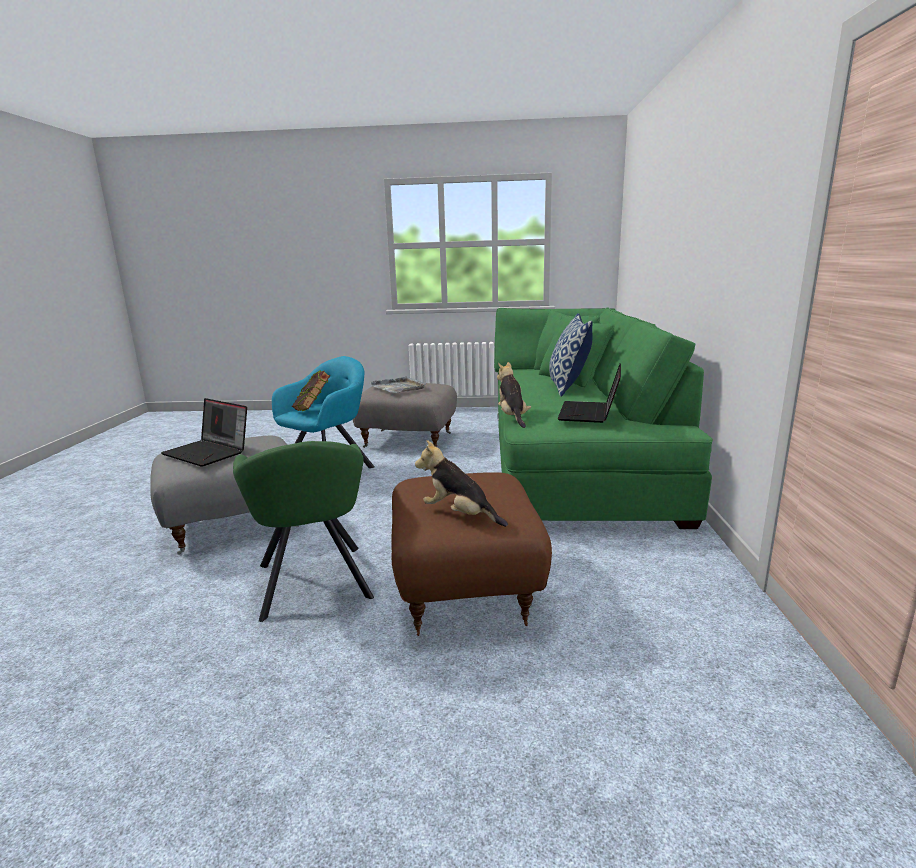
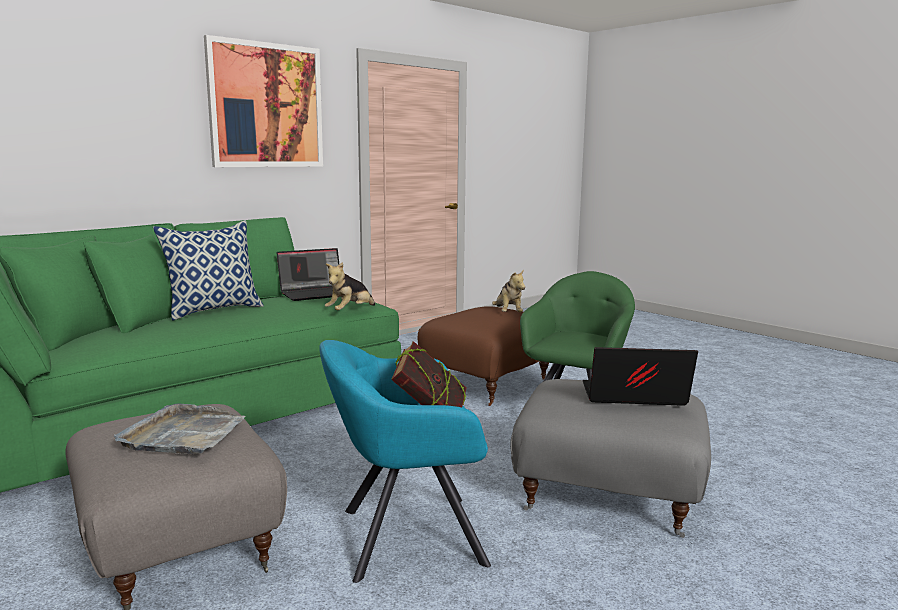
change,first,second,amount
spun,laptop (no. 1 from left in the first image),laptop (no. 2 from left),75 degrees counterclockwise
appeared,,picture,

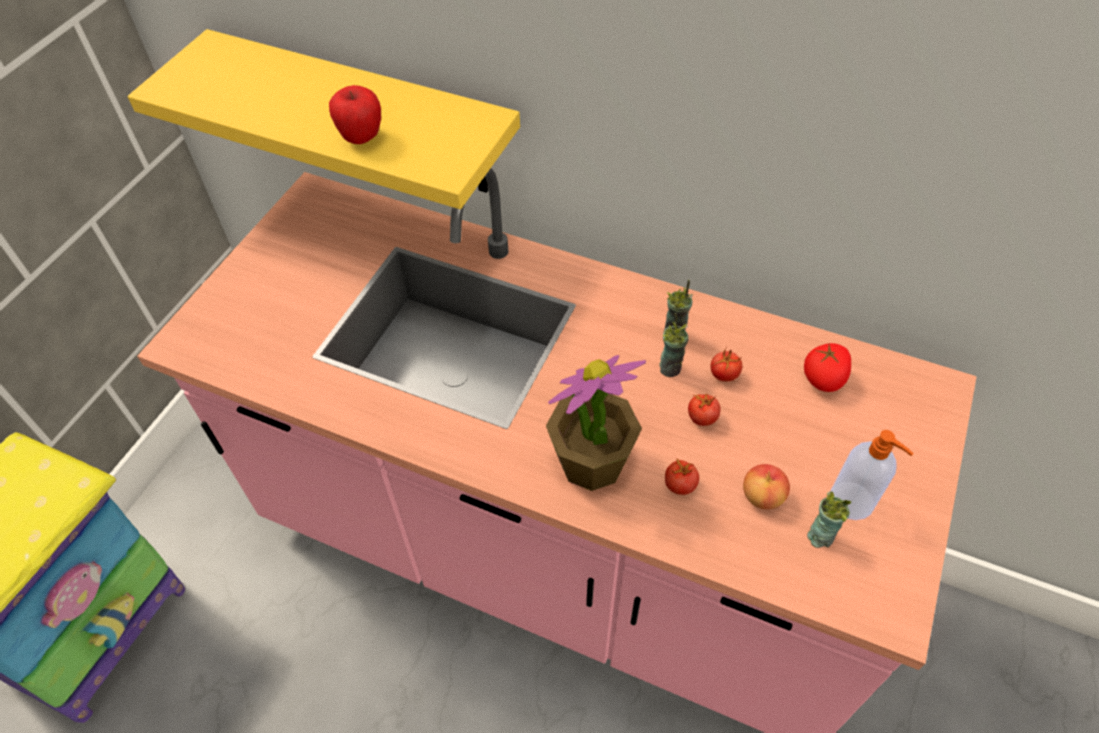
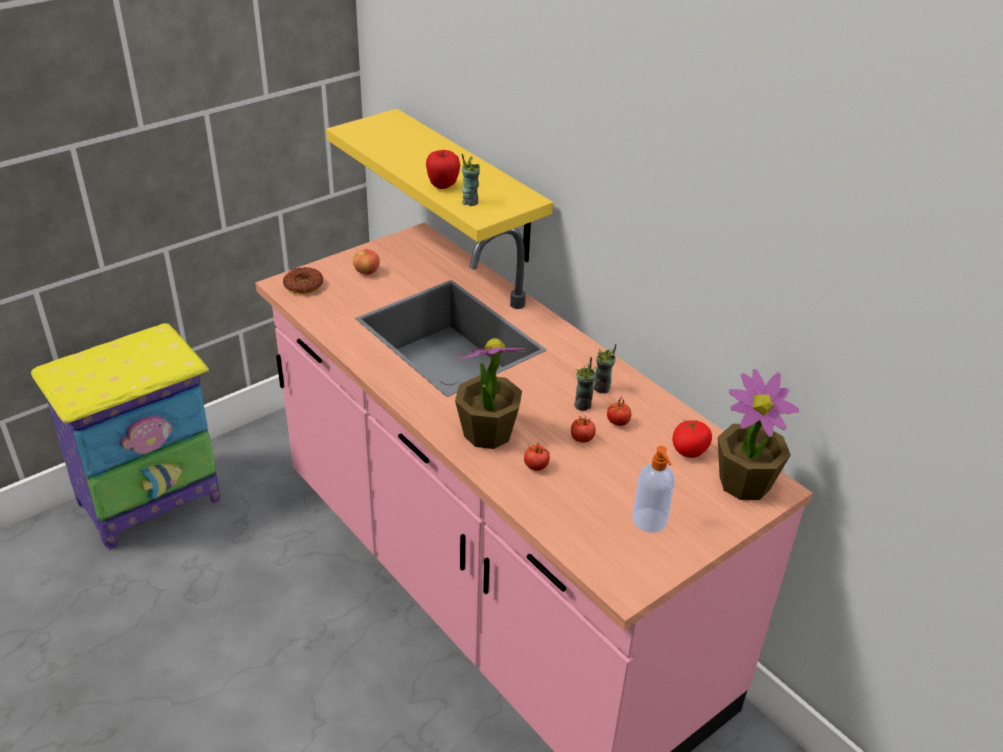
change,first,second,amount
relocated,apple (no. 2 from left in the first image),apple (no. 1 from left),
relocated,cup (no. 3 from left in the first image),cup (no. 1 from left),
appeared,,donut,
appeared,,potted plant (no. 2 from left),

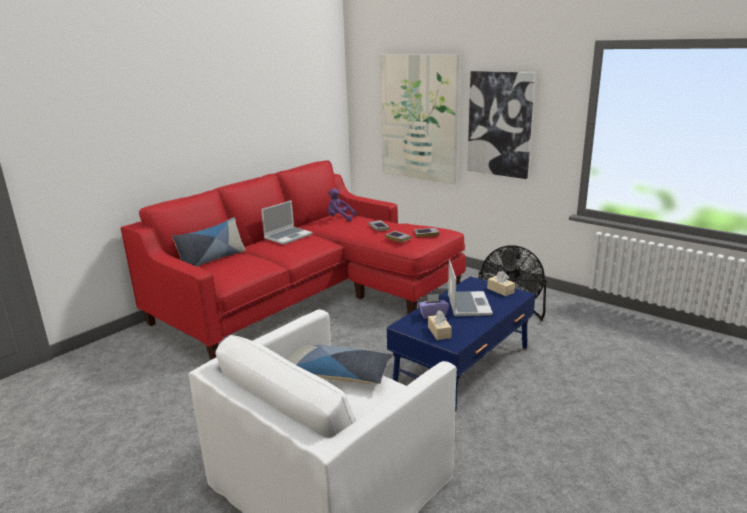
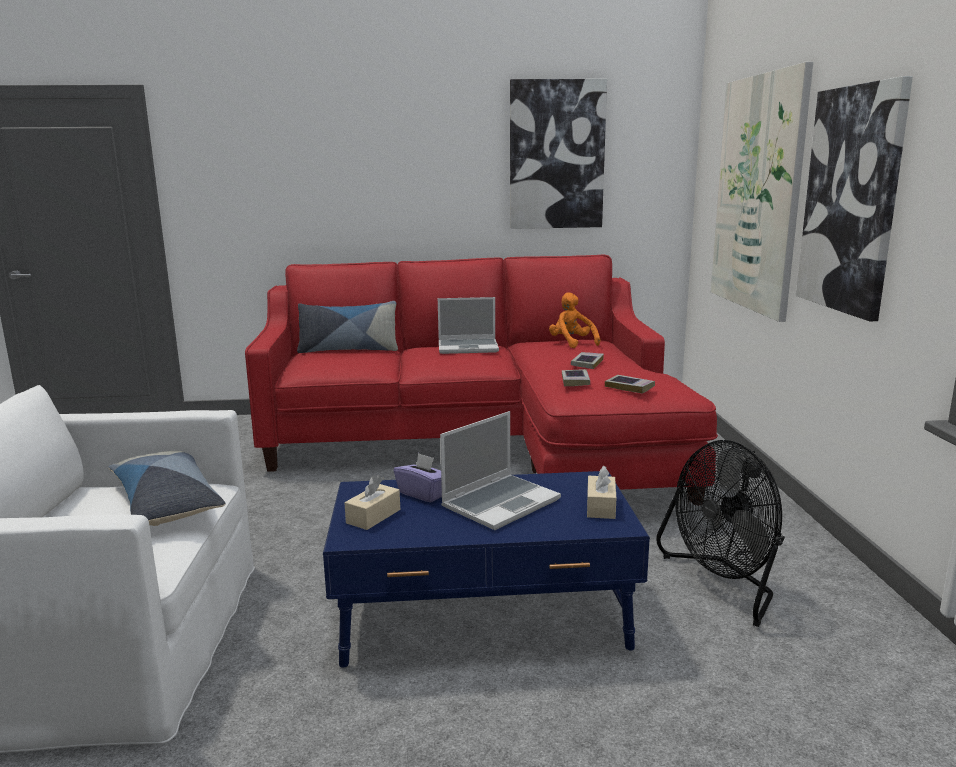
change,first,second,amount
colour,purple plush toy,orange plush toy,
appeared,,picture (no. 1 from left),

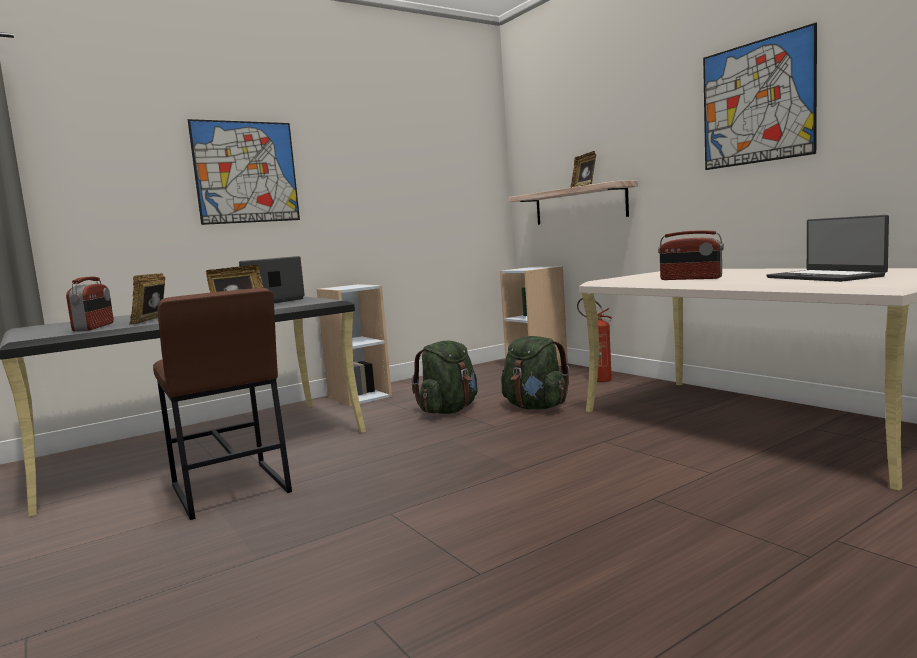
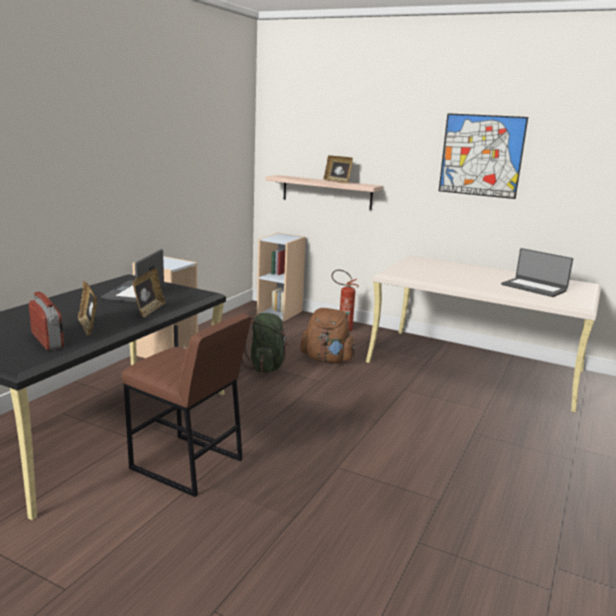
change,first,second,amount
missing,picture (no. 1 from left),,
colour,green backpack (no. 2 from left),brown backpack,
missing,radio (no. 2 from left),,

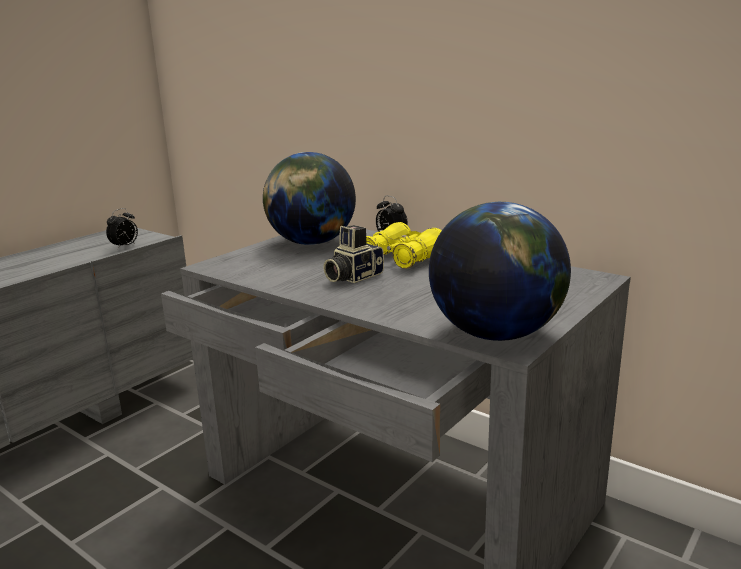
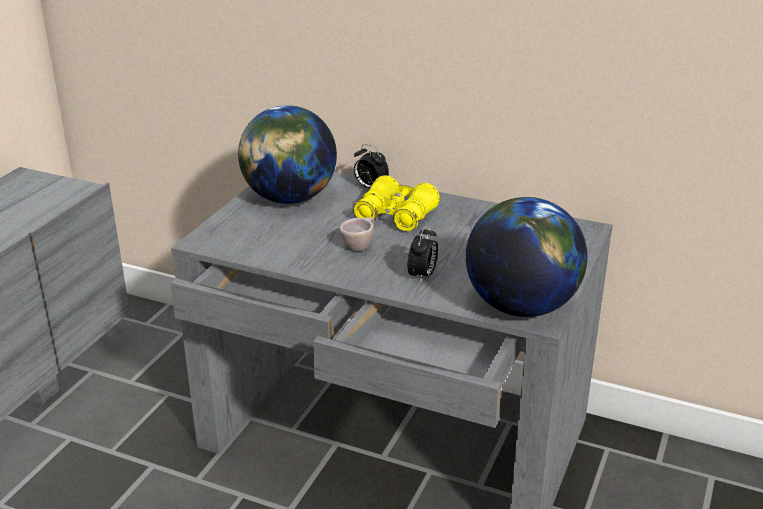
change,first,second,amount
relocated,alarm clock (no. 1 from left in the first image),alarm clock (no. 2 from left),
exchanged,photo camera,beige cup,

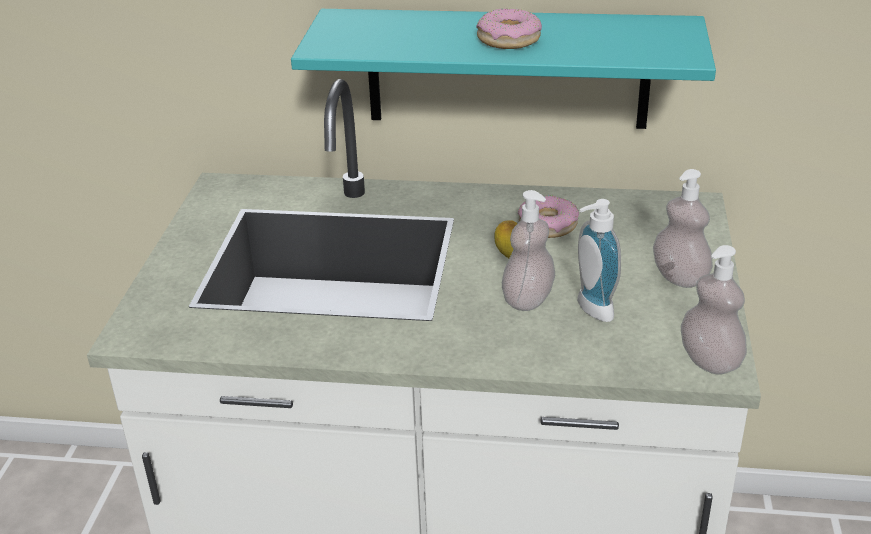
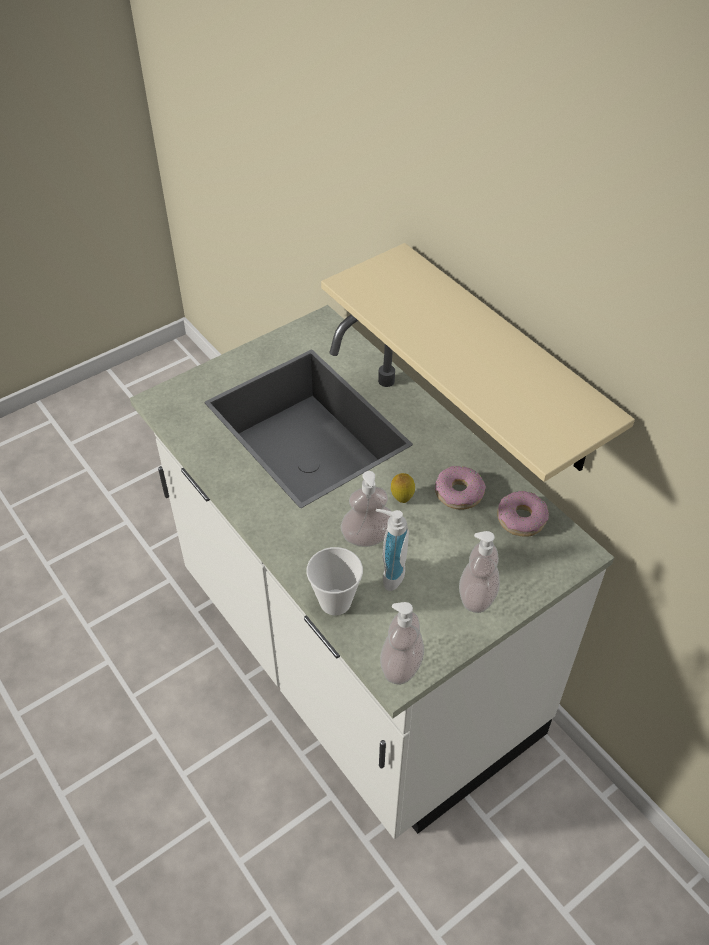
change,first,second,amount
colour,turquoise shelf,beige shelf,
relocated,donut (no. 1 from left in the first image),donut (no. 2 from left),
appeared,,cup,

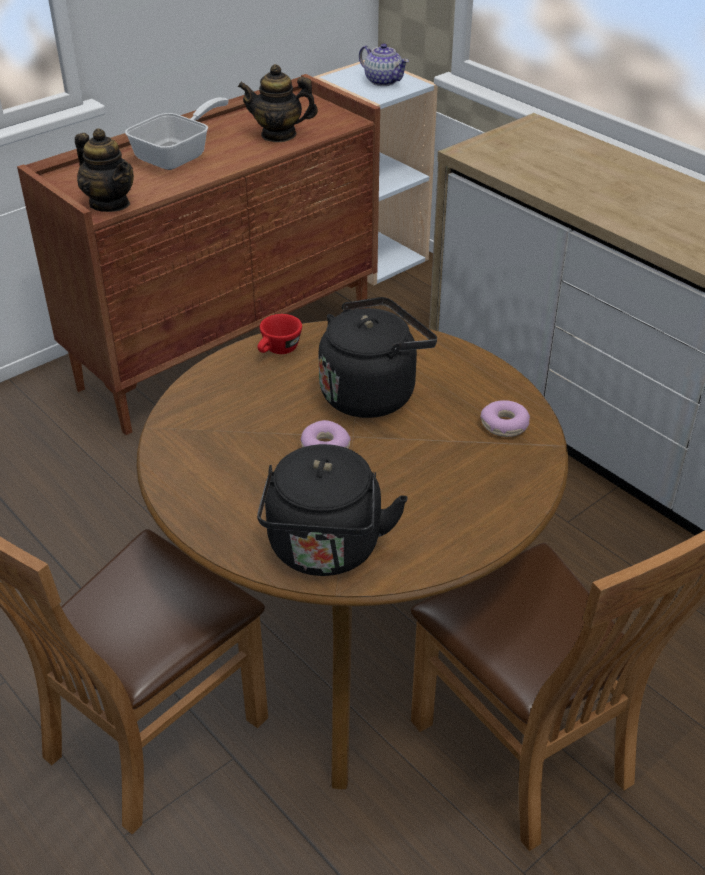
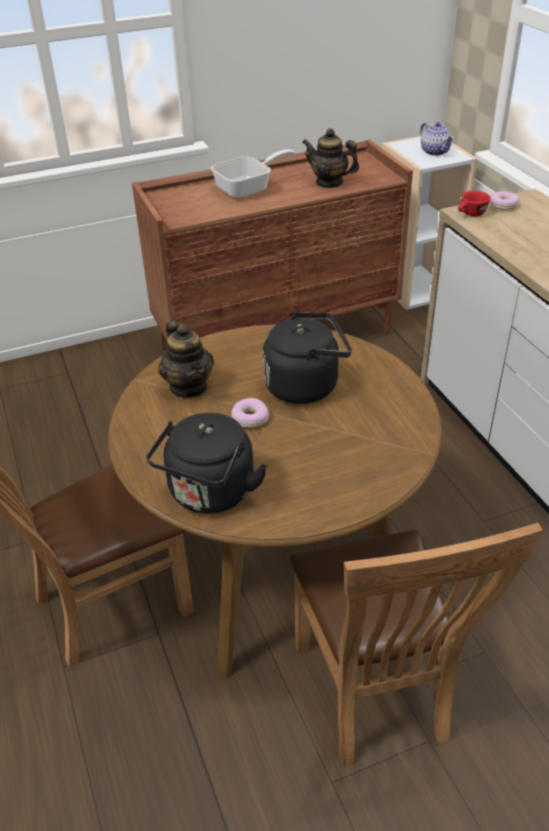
change,first,second,amount
relocated,teapot (no. 1 from left),,
relocated,red cup,,
relocated,donut (no. 2 from left),,

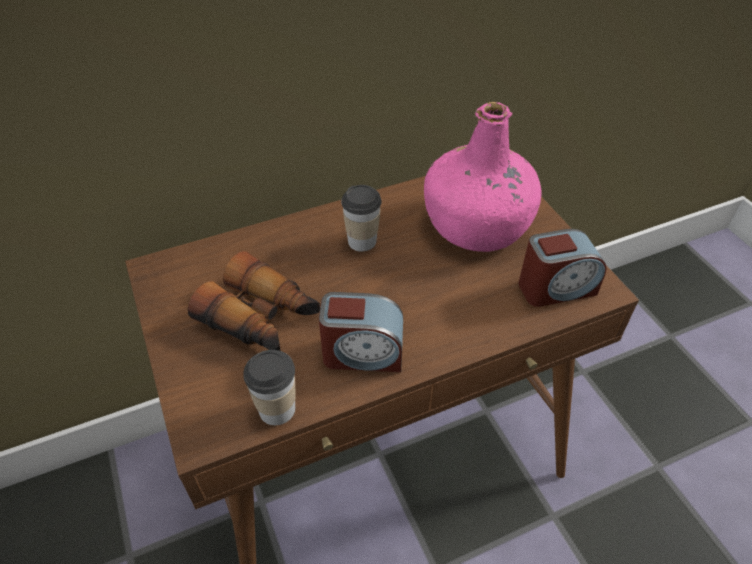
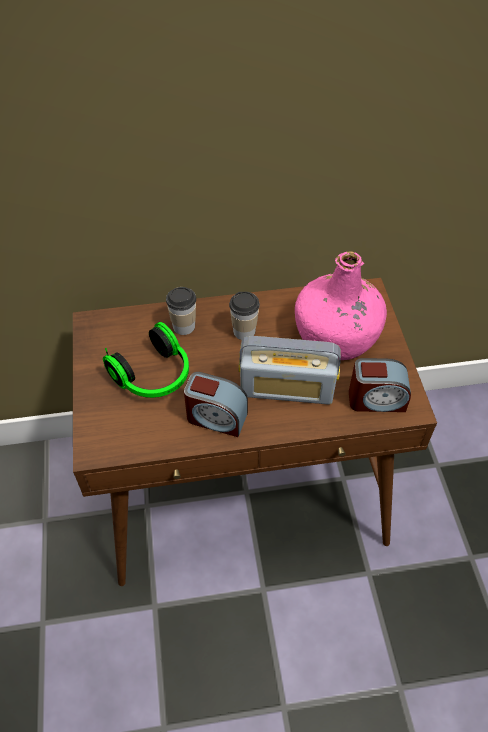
change,first,second,amount
exchanged,binoculars,headphones,
relocated,cup (no. 1 from left),,
appeared,,radio,

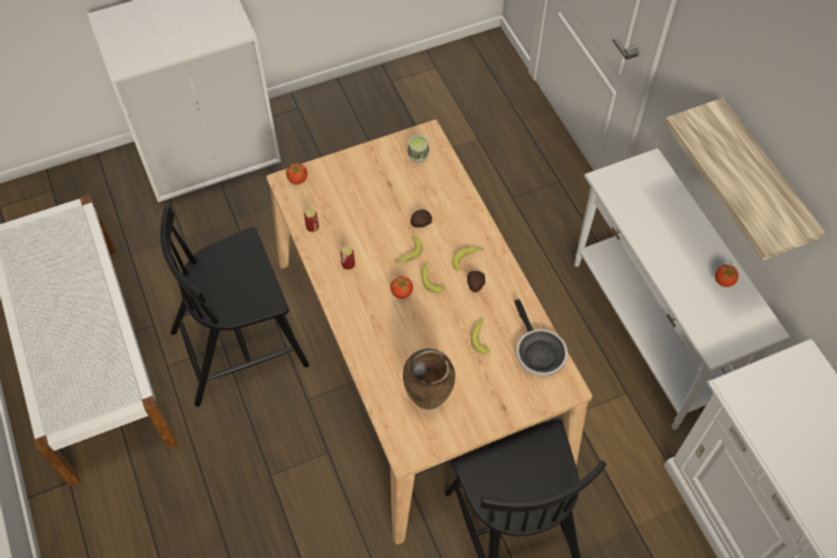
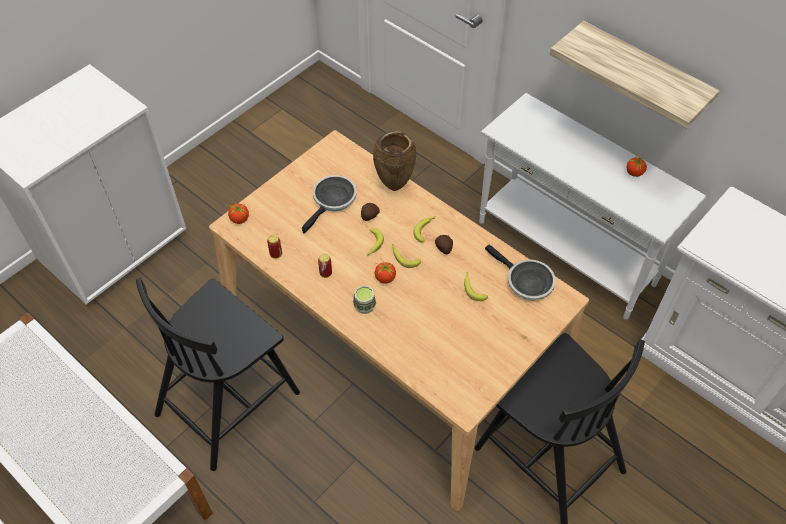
change,first,second,amount
relocated,brown vase,,
relocated,cup,,
appeared,,frying pan (no. 1 from left),

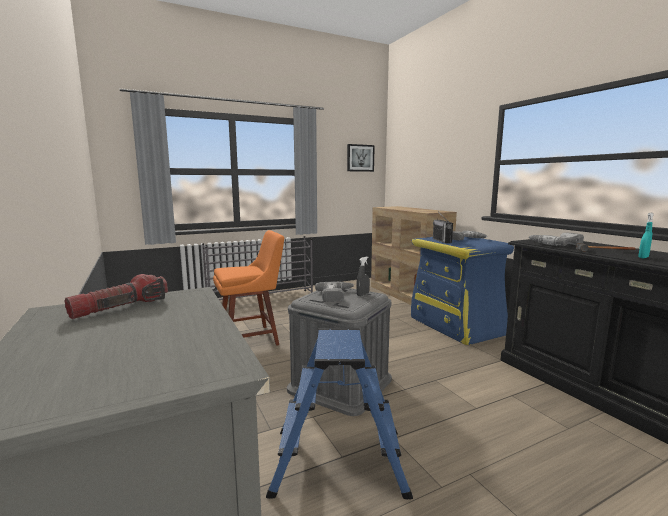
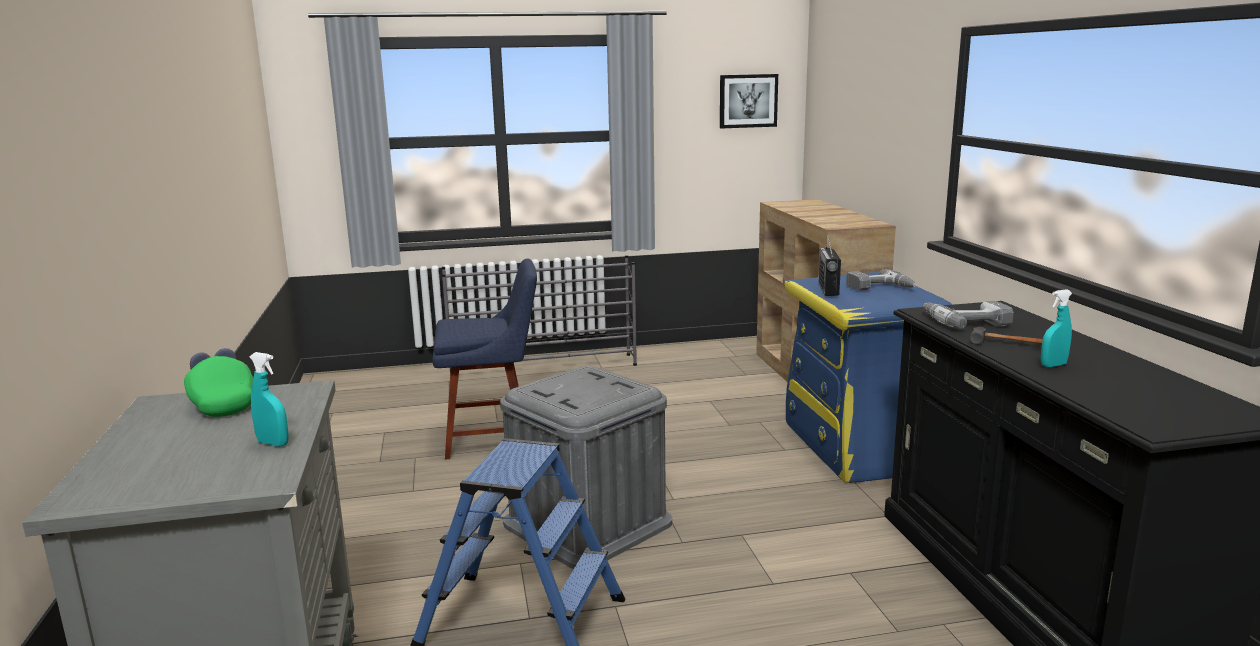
change,first,second,amount
exchanged,flashlight,green cap,
colour,orange chair,blue chair,
missing,power drill (no. 1 from left),,
missing,grey spray bottle,,
appeared,,turquoise spray bottle (no. 1 from left),

